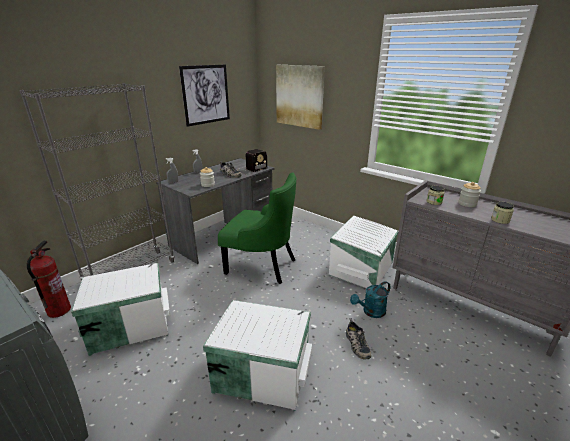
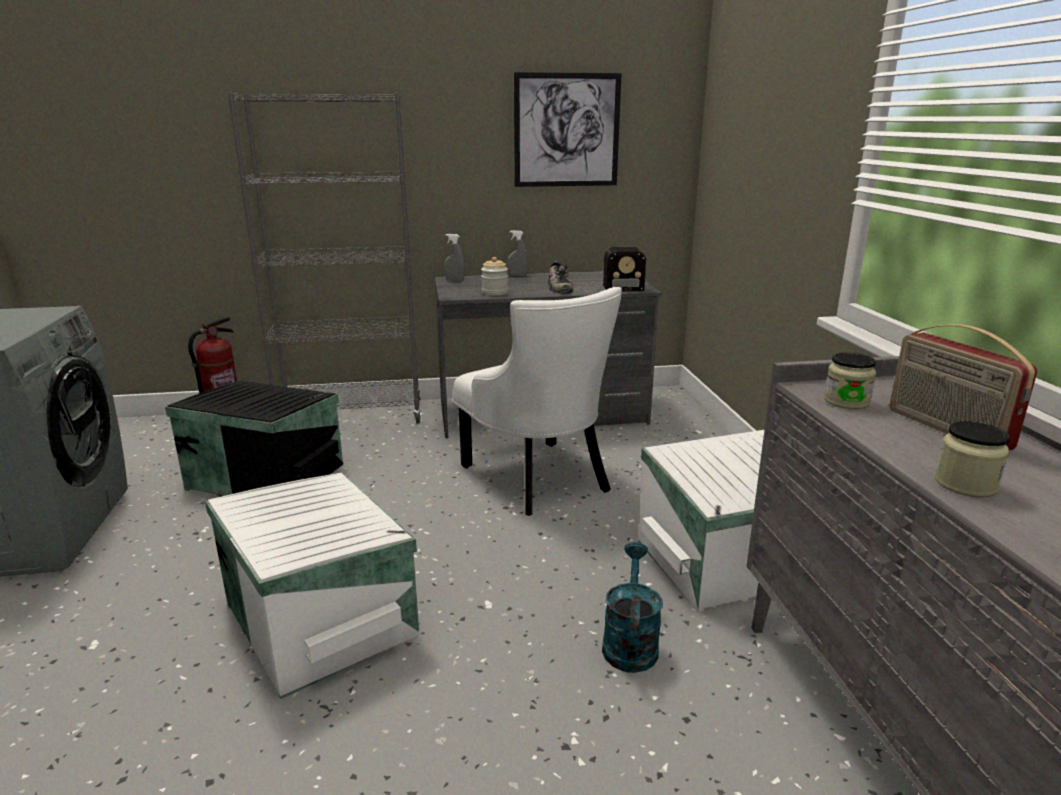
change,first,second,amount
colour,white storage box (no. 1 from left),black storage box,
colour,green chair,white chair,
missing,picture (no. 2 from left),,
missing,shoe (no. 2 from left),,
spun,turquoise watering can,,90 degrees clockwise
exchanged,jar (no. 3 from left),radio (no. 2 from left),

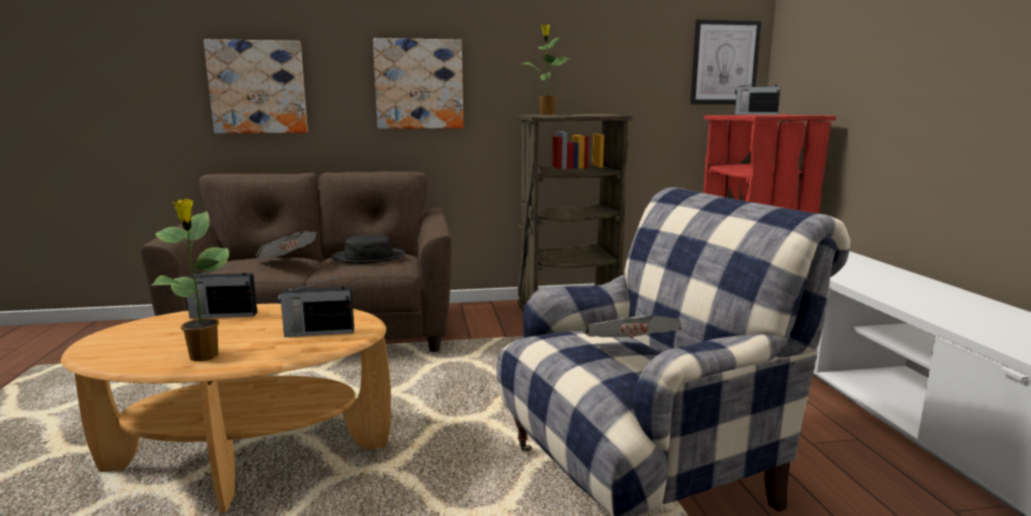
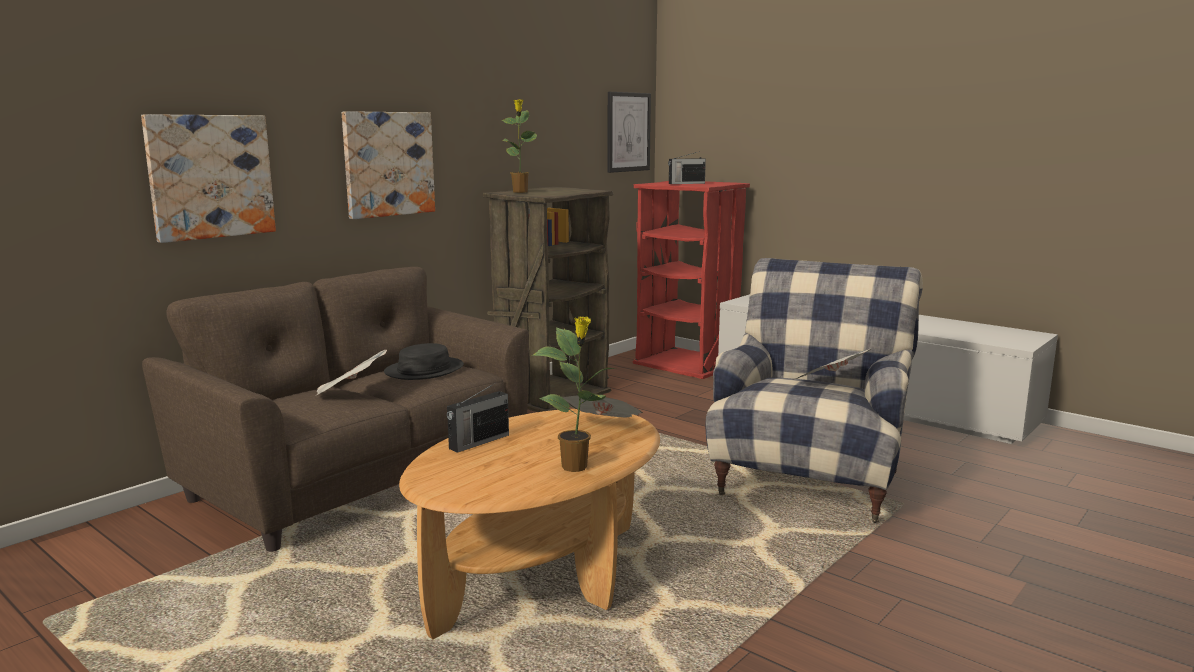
change,first,second,amount
exchanged,radio (no. 2 from left),newspaper (no. 2 from left),

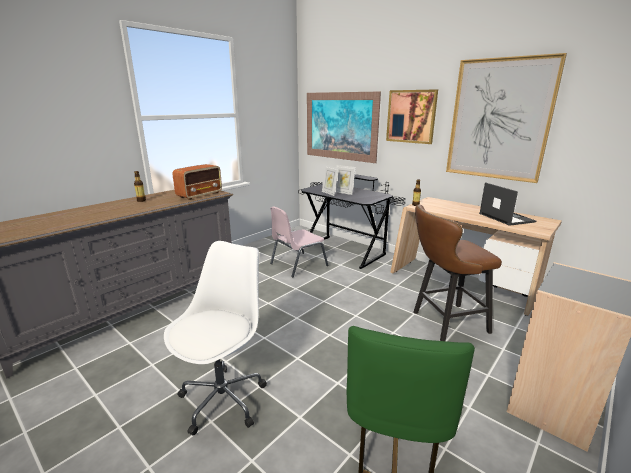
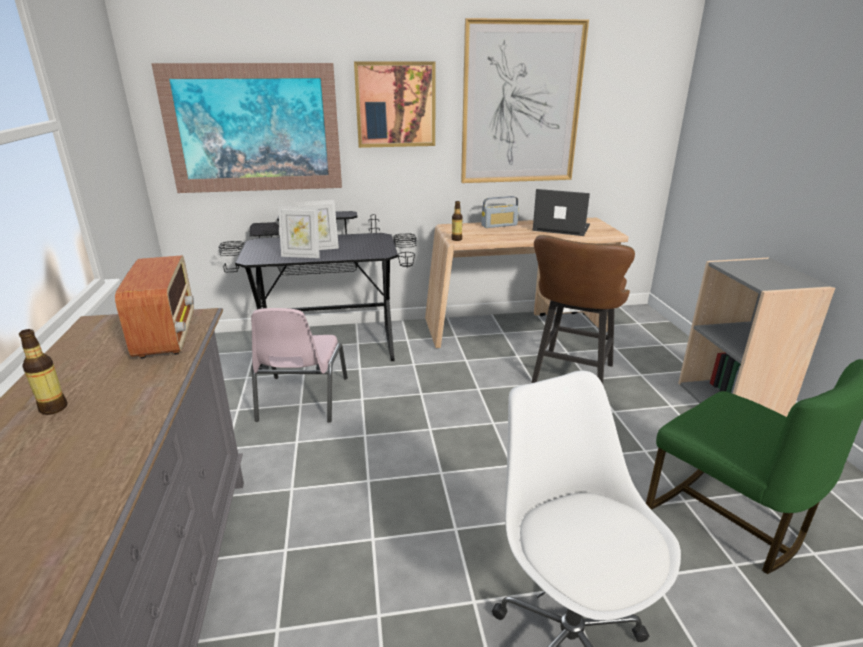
change,first,second,amount
appeared,,radio (no. 2 from left),

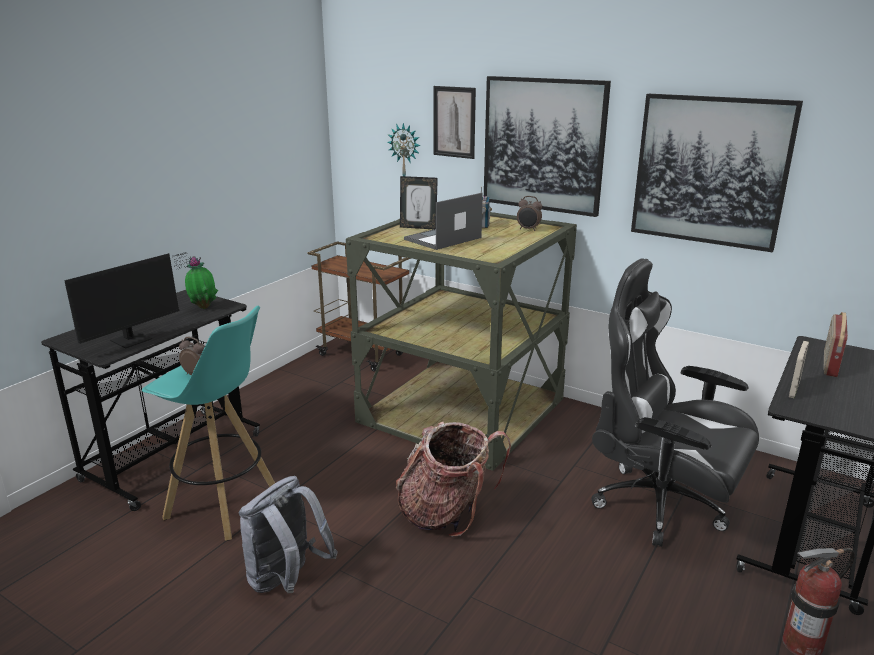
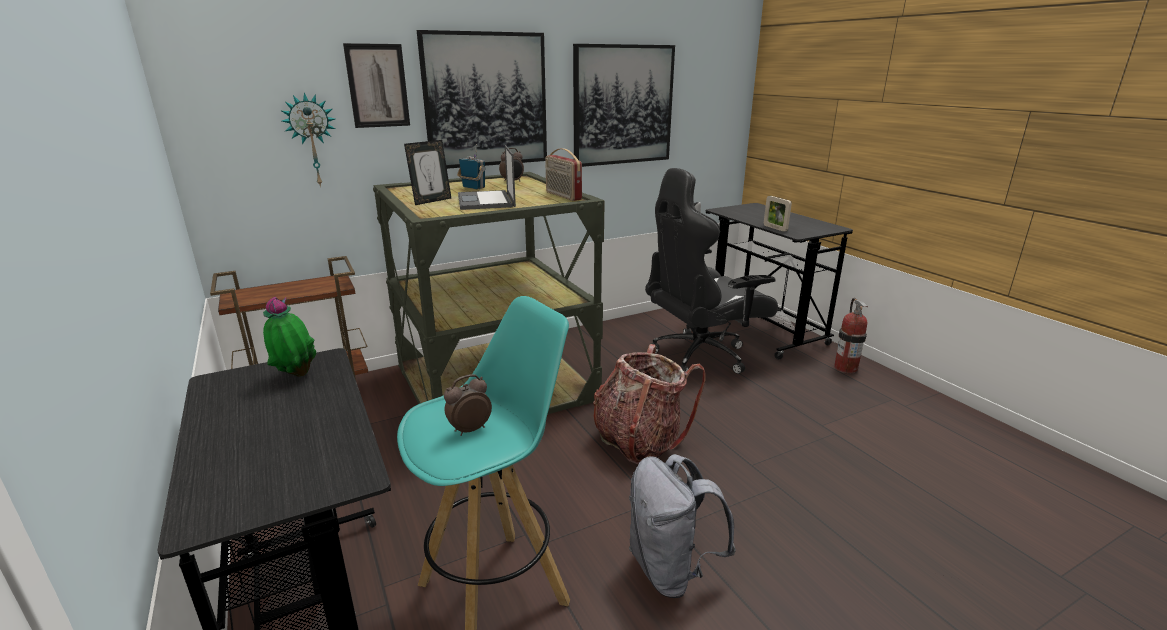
change,first,second,amount
missing,monitor,,
relocated,radio (no. 2 from left),,

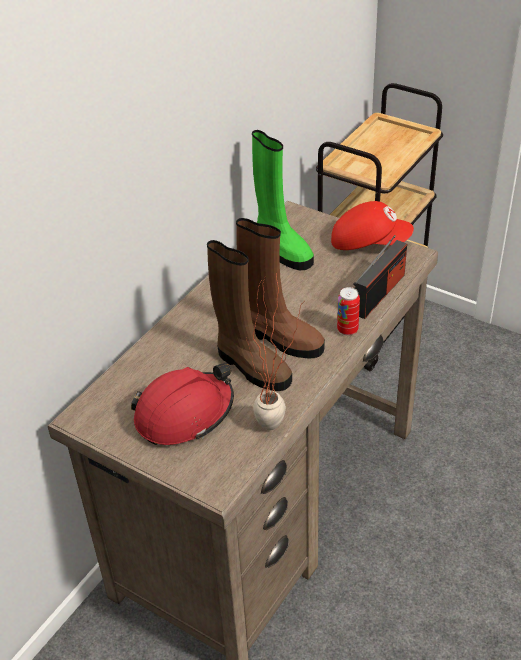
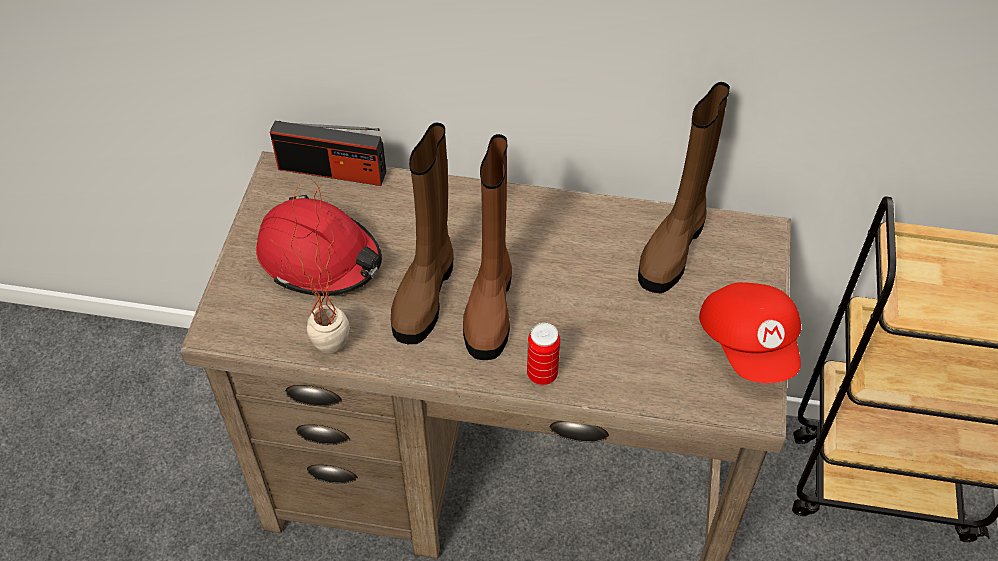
change,first,second,amount
colour,green boot,brown boot (no. 3 from left),
relocated,radio,,

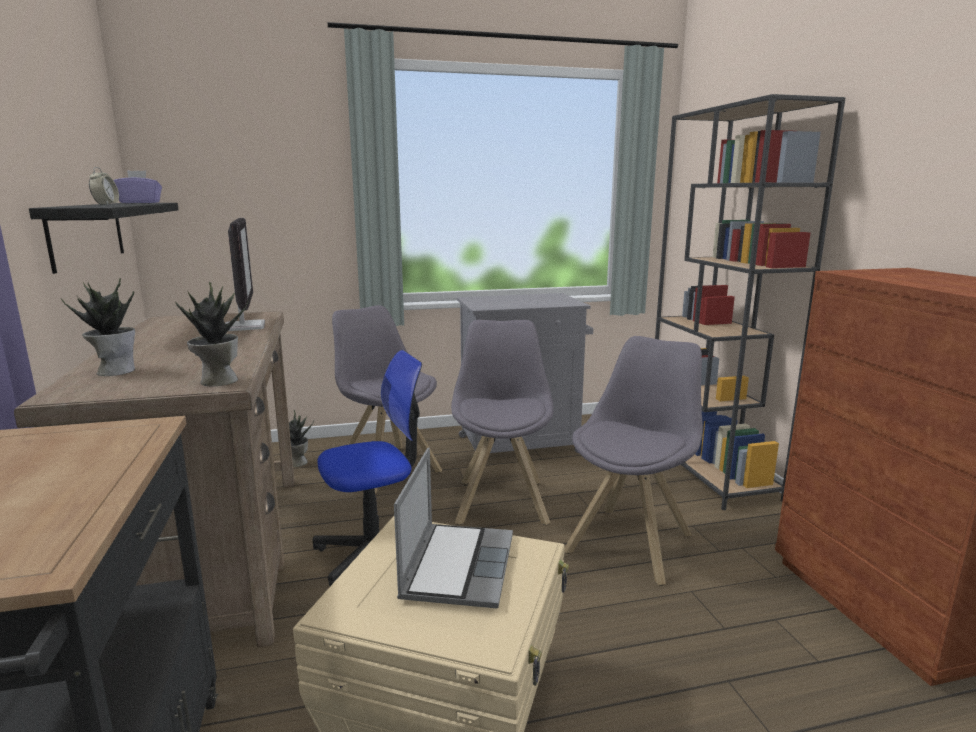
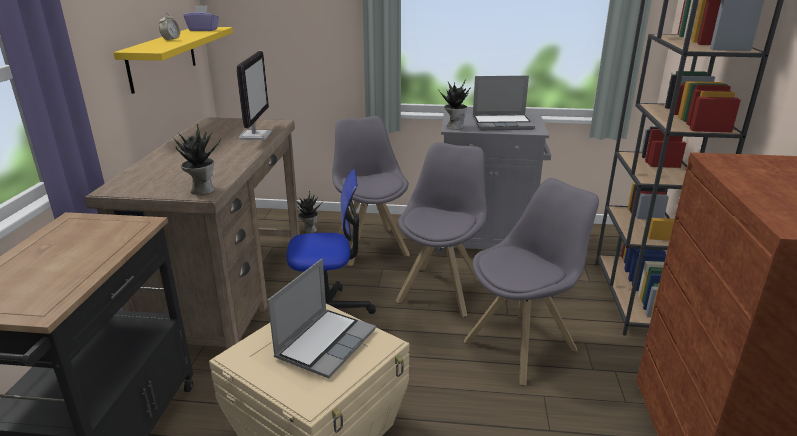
change,first,second,amount
colour,black shelf,yellow shelf,
relocated,potted plant (no. 1 from left in the first image),potted plant (no. 3 from left),
appeared,,laptop (no. 2 from left),

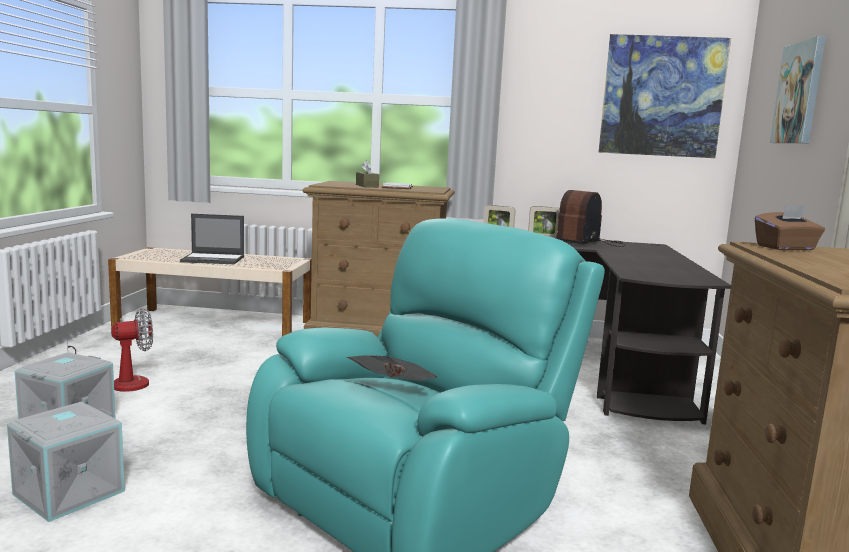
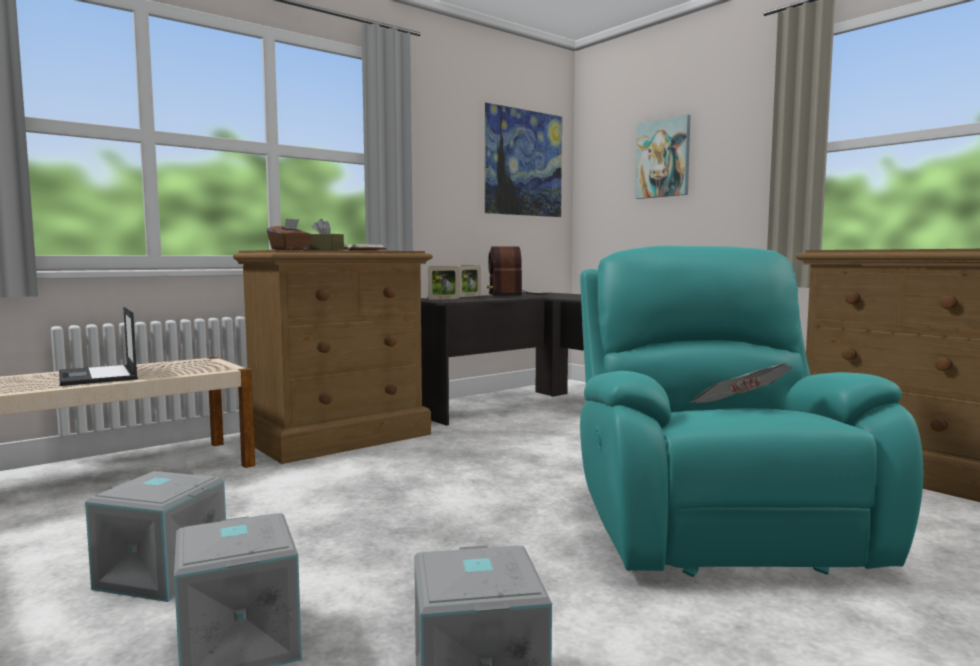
change,first,second,amount
exchanged,fan,grey storage box (no. 1 from left),
spun,laptop,,105 degrees clockwise
relocated,brown tissue box (no. 2 from left in the first image),brown tissue box (no. 1 from left),

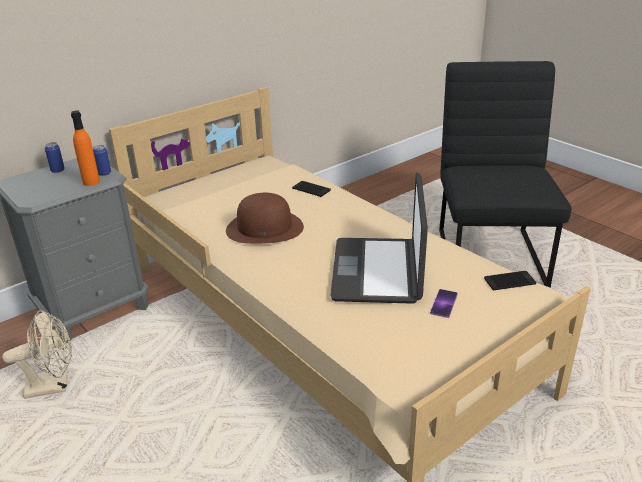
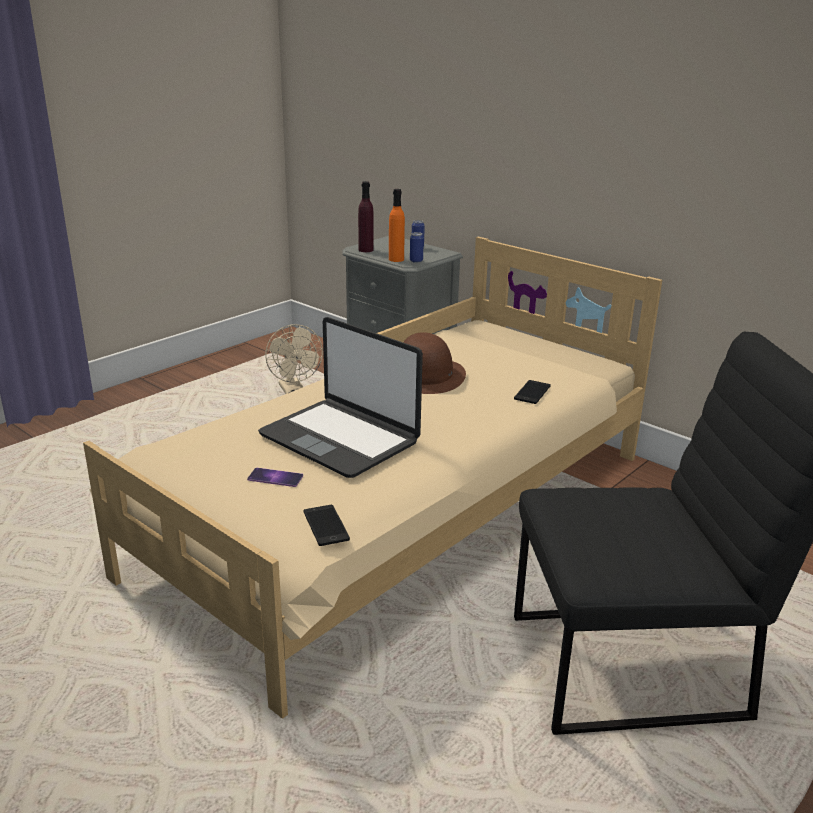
change,first,second,amount
spun,laptop,,135 degrees counterclockwise
appeared,,purple bottle,

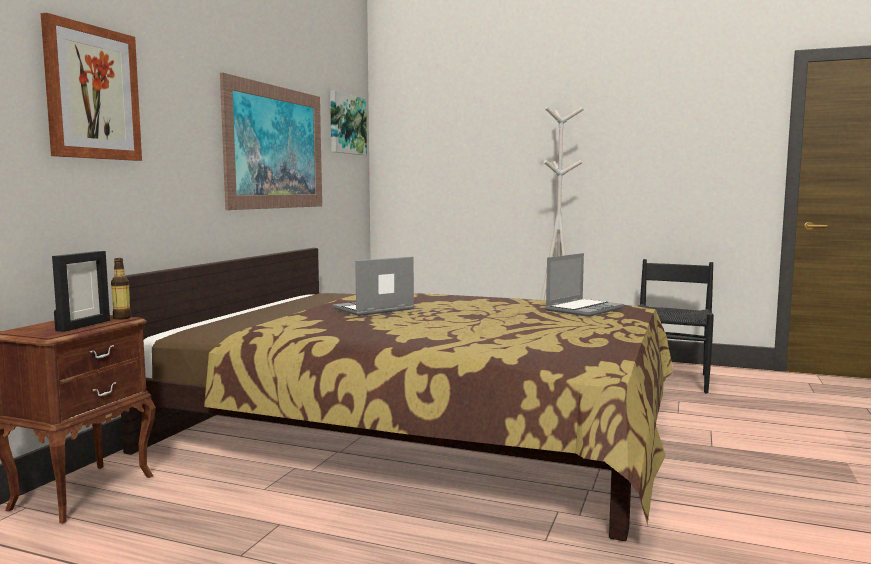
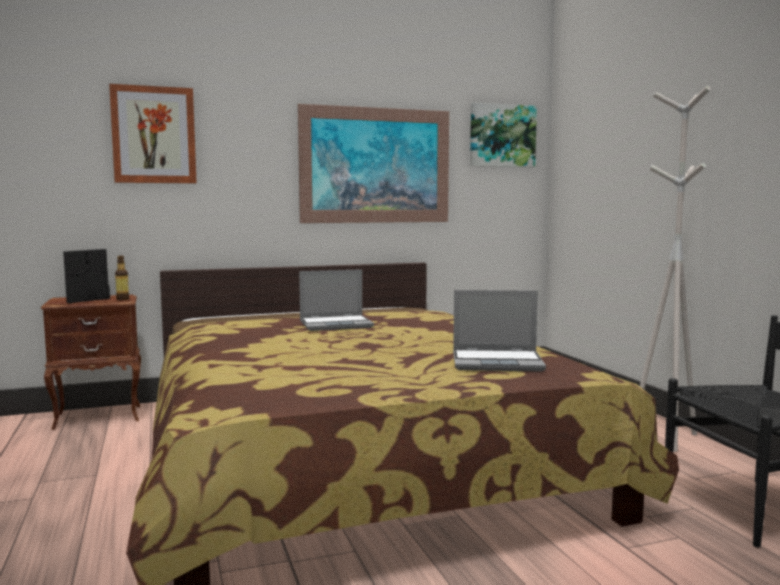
change,first,second,amount
spun,picture frame,,150 degrees clockwise
spun,laptop (no. 1 from left),,150 degrees clockwise

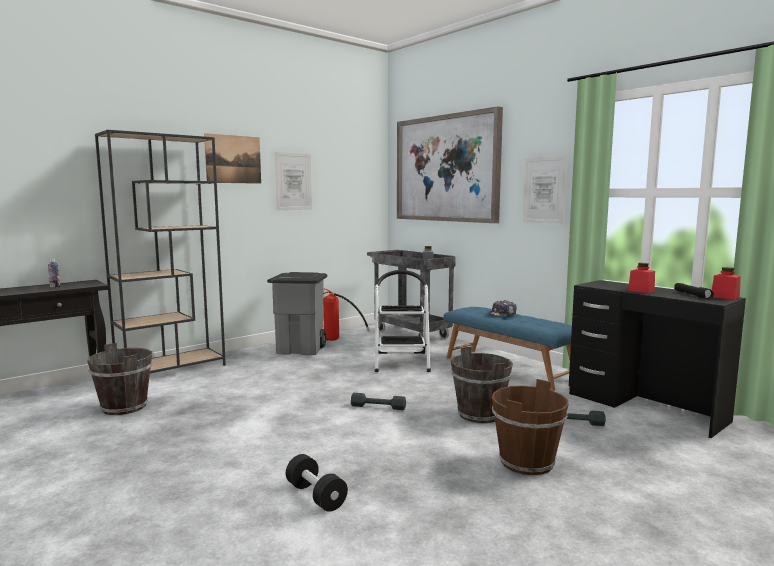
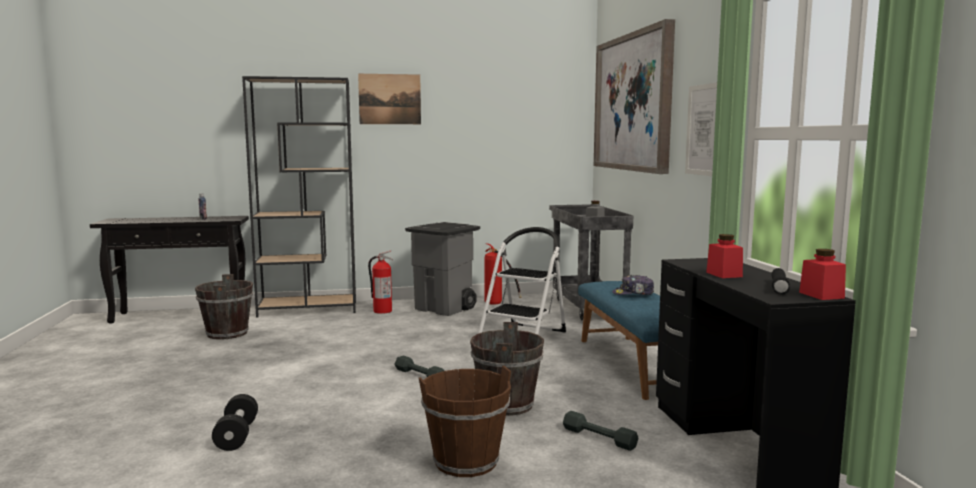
change,first,second,amount
missing,picture (no. 2 from left),,
appeared,,fire extinguisher (no. 1 from left),

